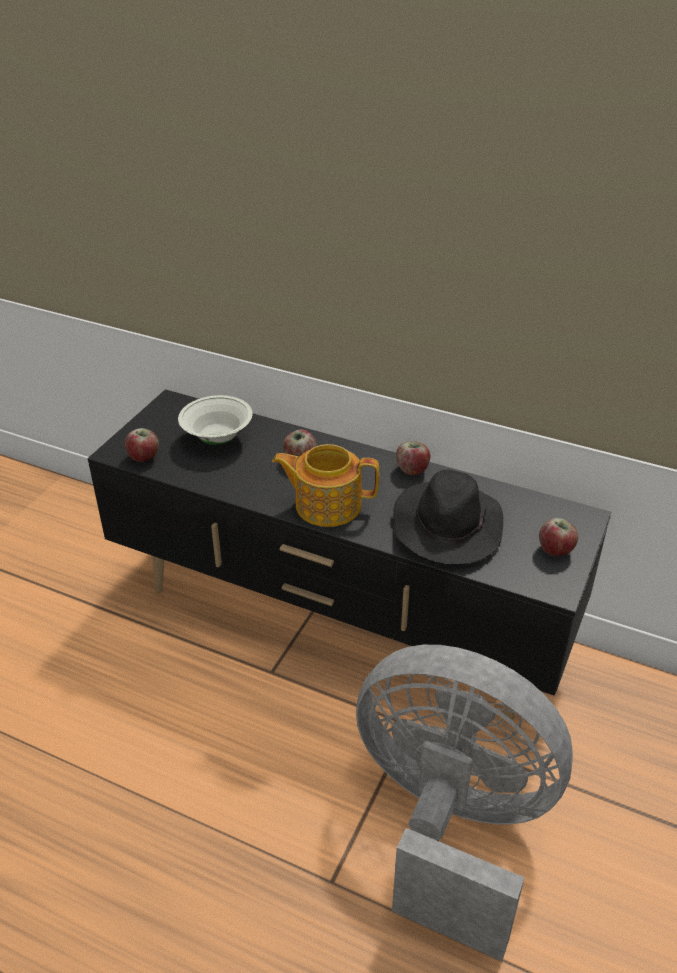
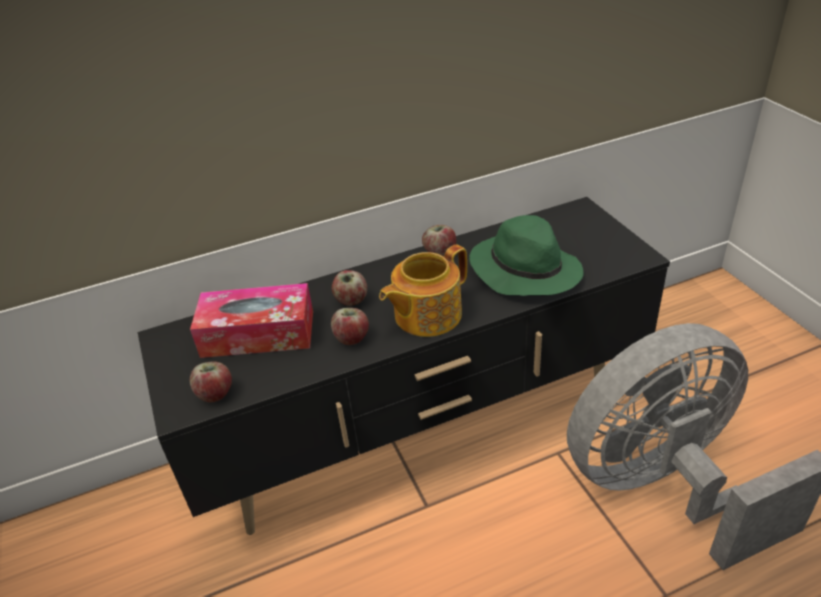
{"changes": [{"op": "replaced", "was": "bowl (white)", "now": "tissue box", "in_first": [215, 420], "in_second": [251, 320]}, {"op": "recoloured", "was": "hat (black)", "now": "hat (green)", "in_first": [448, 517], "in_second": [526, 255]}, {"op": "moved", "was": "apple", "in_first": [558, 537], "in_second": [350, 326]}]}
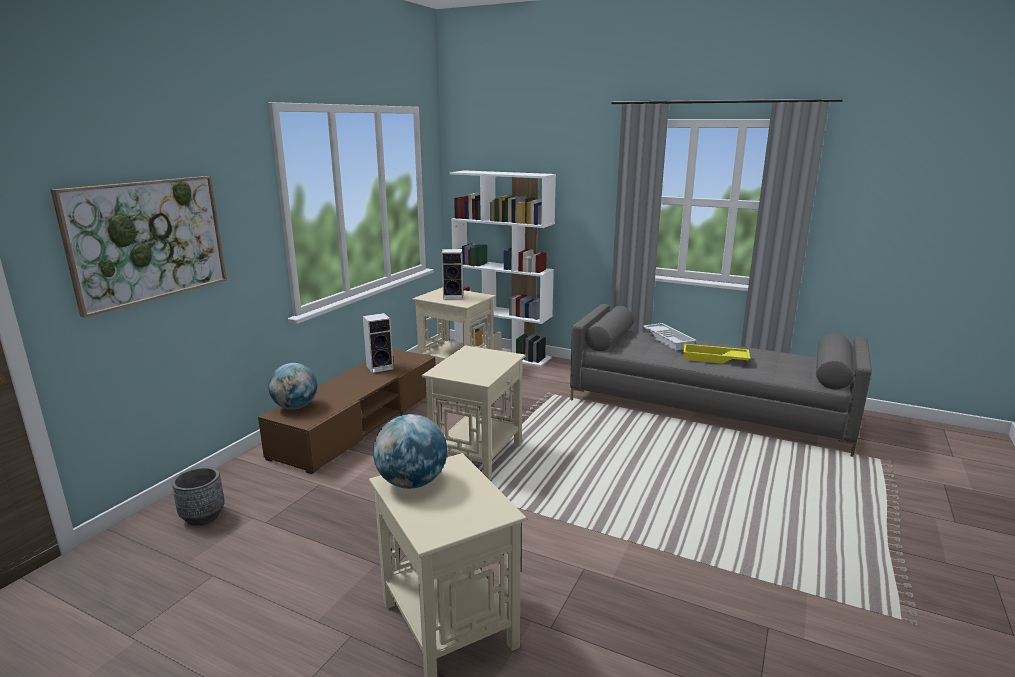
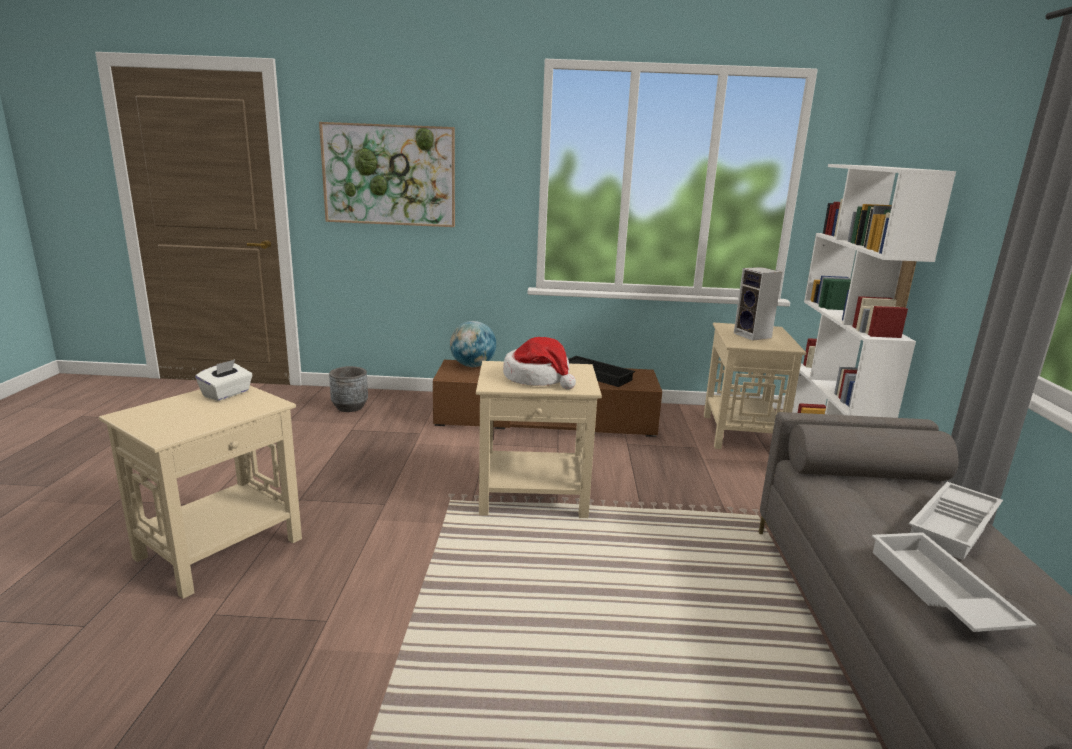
{"changes": [{"op": "replaced", "was": "speaker", "now": "tray (black)", "in_first": [378, 343], "in_second": [601, 371]}, {"op": "recoloured", "was": "tray (yellow)", "now": "tray (white)", "in_first": [716, 354], "in_second": [954, 582]}, {"op": "replaced", "was": "globe", "now": "tissue box (white)", "in_first": [410, 451], "in_second": [224, 380]}, {"op": "added", "now": "hat", "in_second": [539, 363]}]}
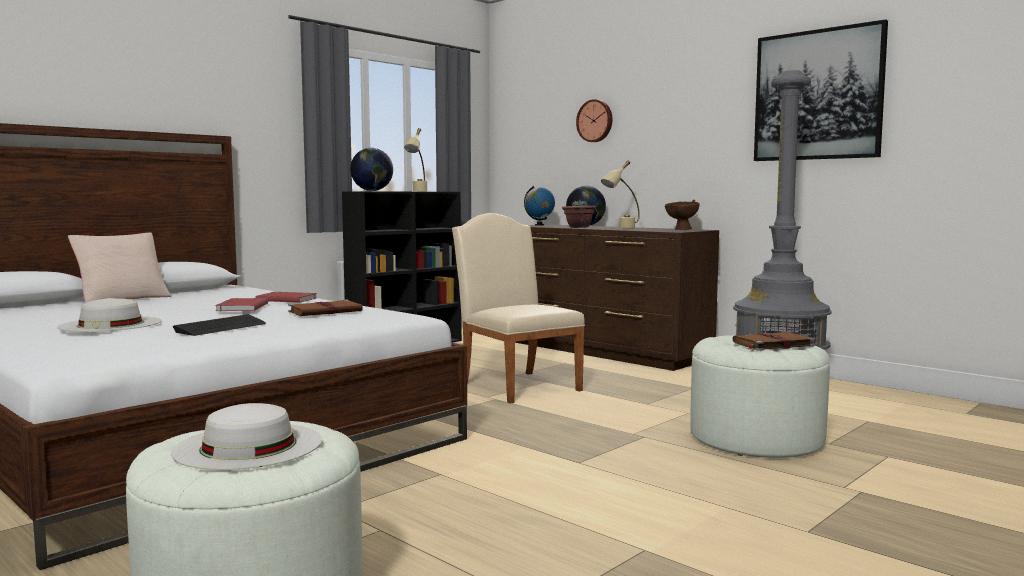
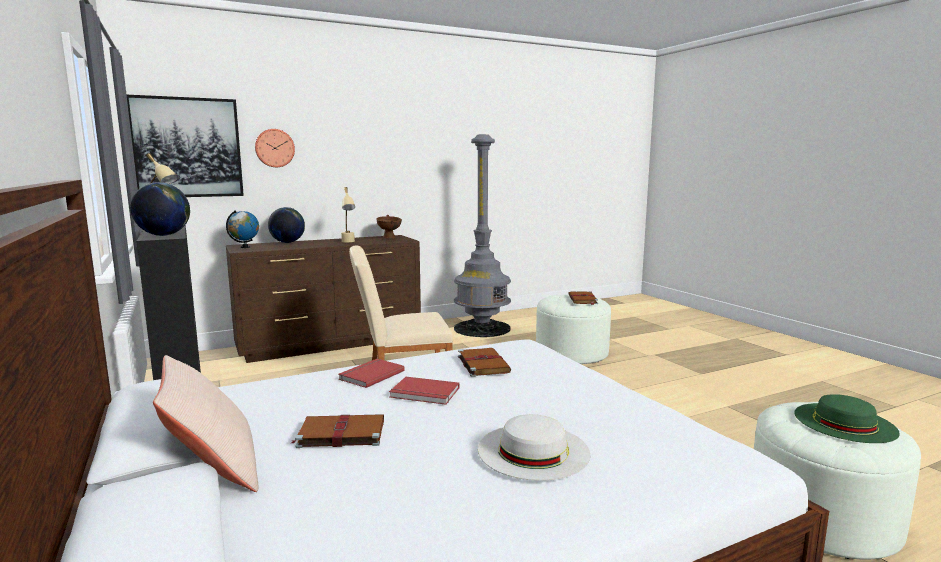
{"changes": [{"op": "moved", "was": "picture", "in_first": [821, 90], "in_second": [185, 146]}, {"op": "removed", "was": "potted plant", "in_first": [579, 214]}, {"op": "removed", "was": "keyboard", "in_first": [219, 325]}, {"op": "recoloured", "was": "hat (white)", "now": "hat (green)", "in_first": [246, 436], "in_second": [847, 418]}, {"op": "added", "now": "book (brown)", "in_second": [337, 431]}]}
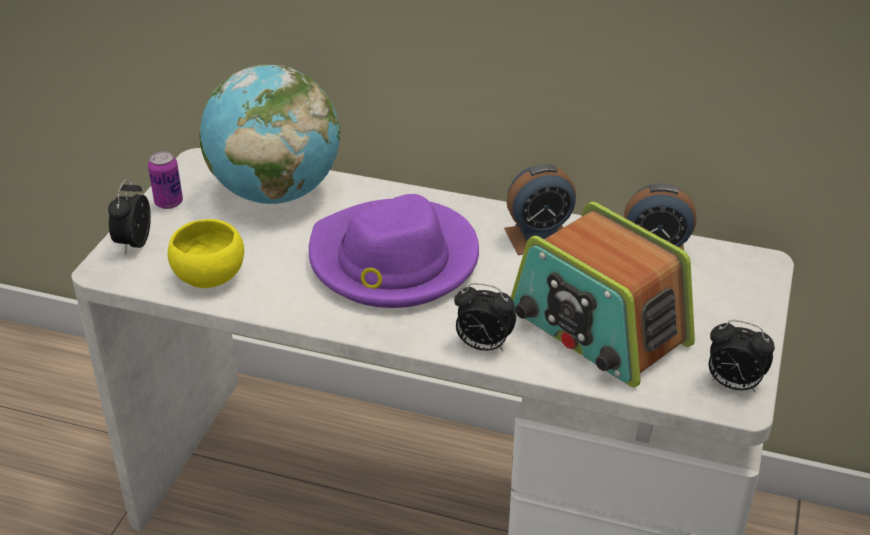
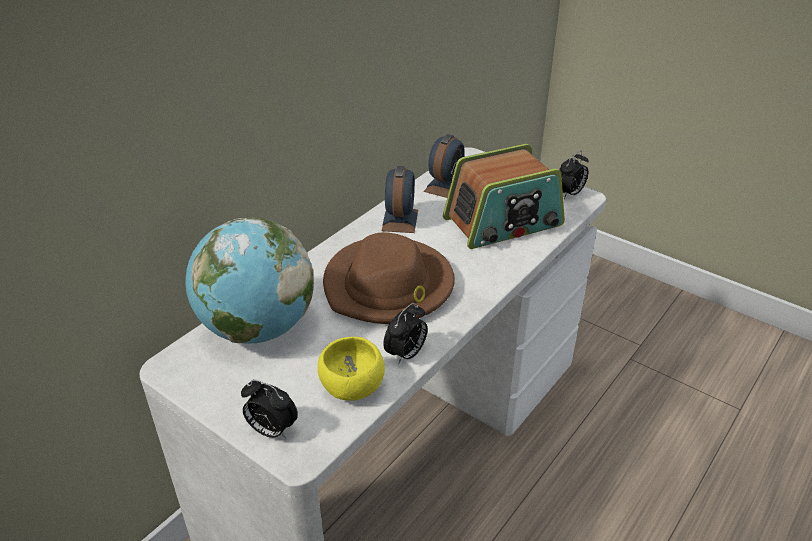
{"changes": [{"op": "removed", "was": "can", "in_first": [165, 180]}, {"op": "recoloured", "was": "hat (purple)", "now": "hat (brown)", "in_first": [394, 251], "in_second": [389, 278]}, {"op": "moved", "was": "alarm clock", "in_first": [485, 317], "in_second": [405, 333]}]}
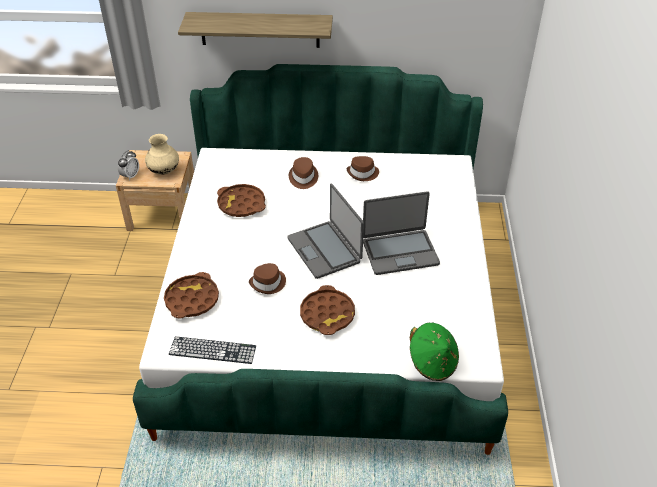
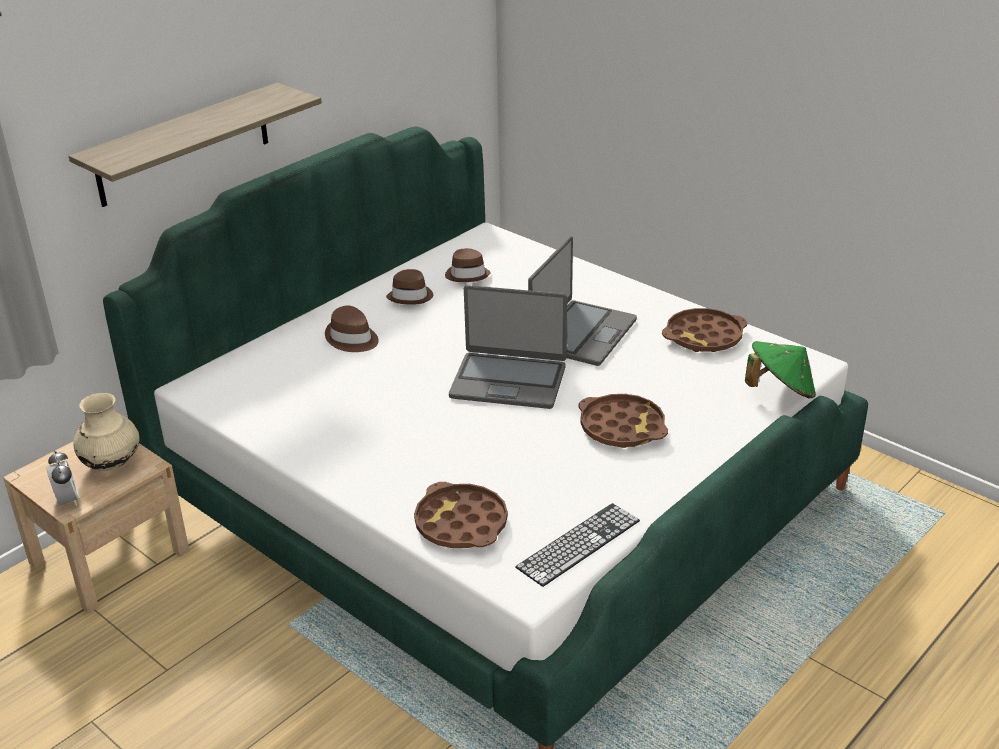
{"changes": [{"op": "moved", "was": "tray (brown)", "in_first": [241, 200], "in_second": [704, 330]}, {"op": "moved", "was": "hat (brown)", "in_first": [267, 278], "in_second": [468, 265]}]}
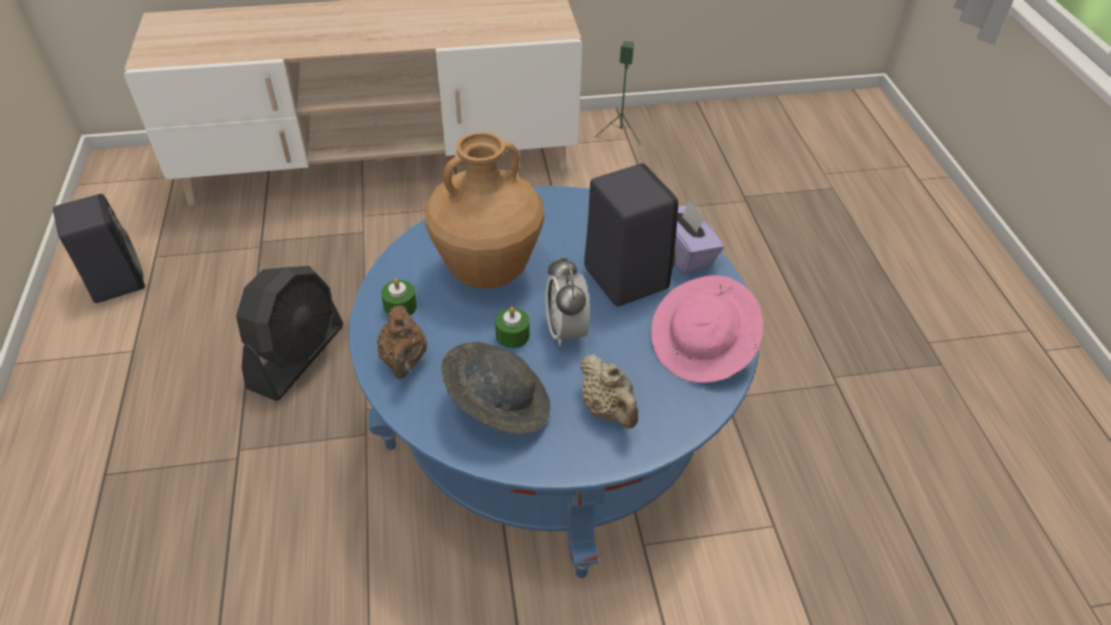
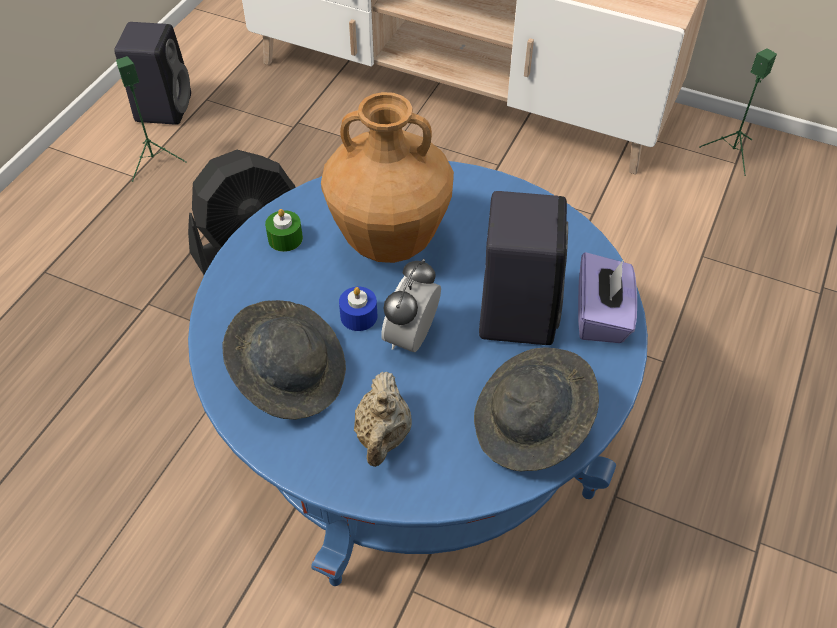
{"changes": [{"op": "recoloured", "was": "hat (pink)", "now": "hat (grey)", "in_first": [707, 329], "in_second": [536, 409]}, {"op": "removed", "was": "teapot (brown)", "in_first": [402, 342]}, {"op": "recoloured", "was": "candle (green)", "now": "candle (blue)", "in_first": [512, 327], "in_second": [358, 309]}, {"op": "added", "now": "speaker (green)", "in_second": [151, 119]}]}
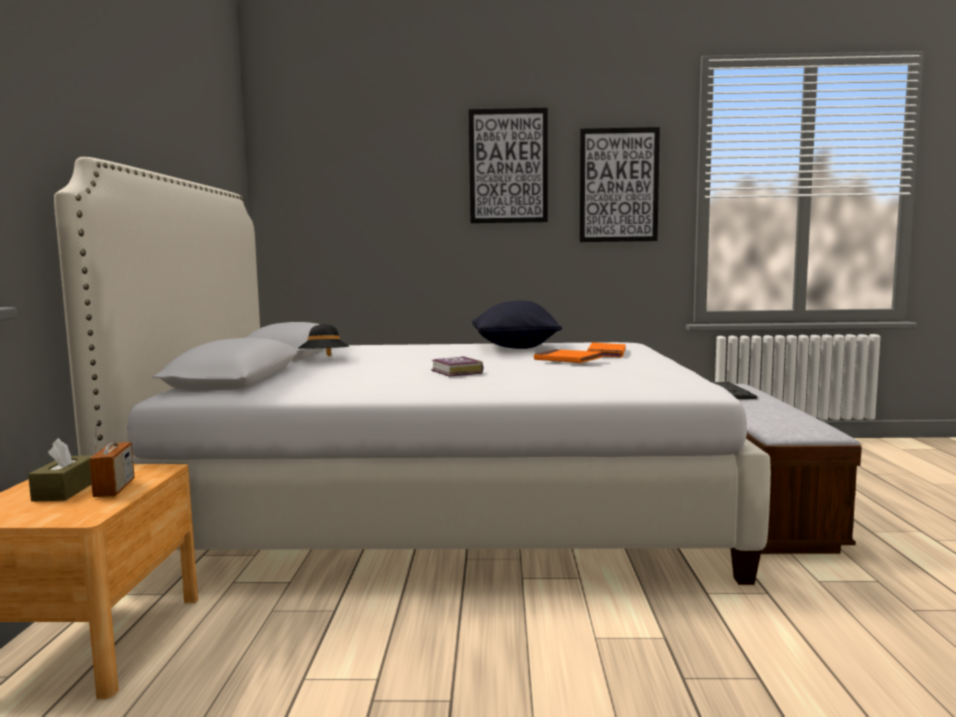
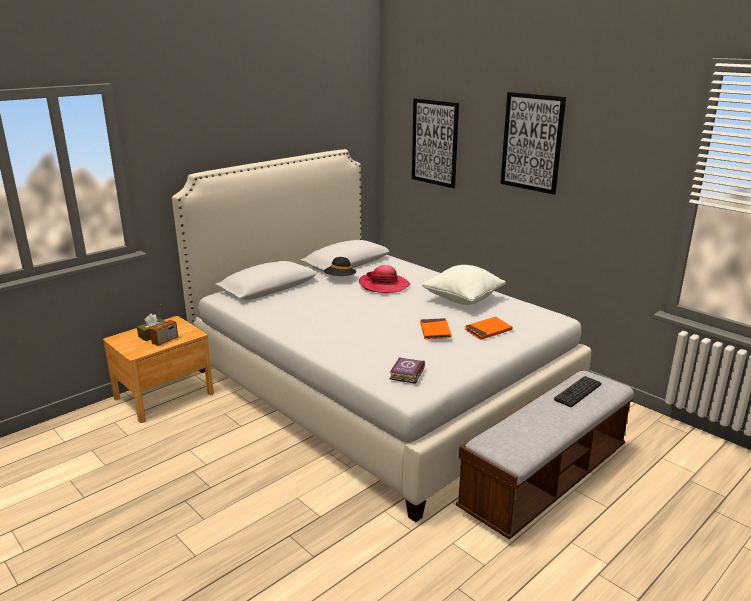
{"changes": [{"op": "moved", "was": "picture", "in_first": [619, 184], "in_second": [435, 143]}, {"op": "recoloured", "was": "pillow (black)", "now": "pillow (white)", "in_first": [517, 324], "in_second": [464, 285]}, {"op": "moved", "was": "book", "in_first": [457, 366], "in_second": [407, 370]}, {"op": "added", "now": "hat", "in_second": [384, 279]}]}
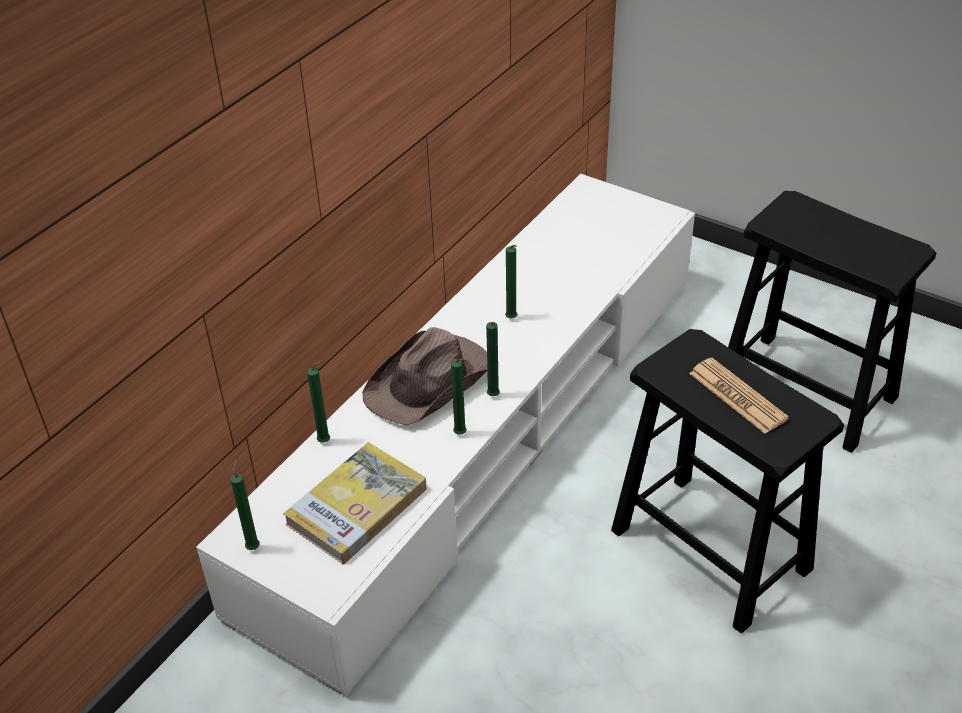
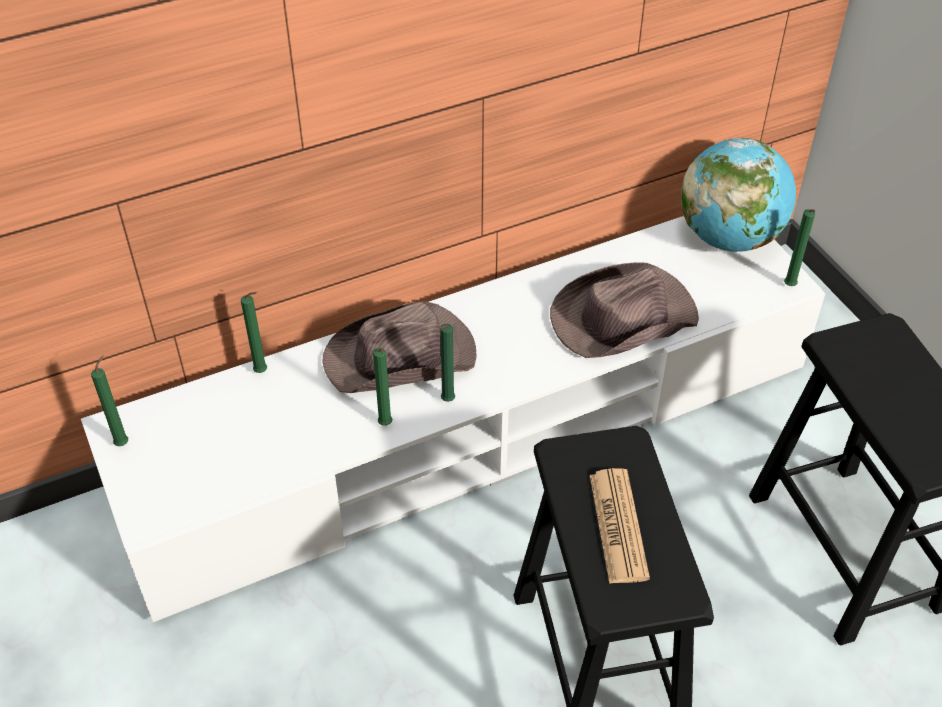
{"changes": [{"op": "moved", "was": "candle (green)", "in_first": [511, 282], "in_second": [799, 247]}, {"op": "removed", "was": "book", "in_first": [355, 503]}, {"op": "added", "now": "globe", "in_second": [738, 195]}, {"op": "added", "now": "hat (brown)", "in_second": [624, 310]}]}
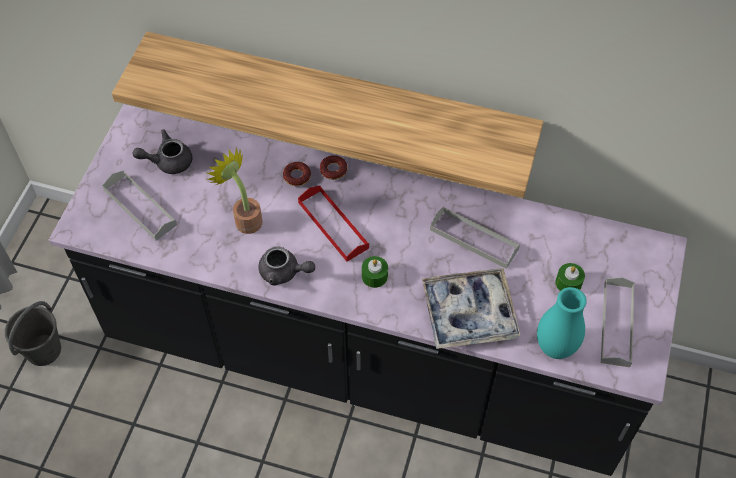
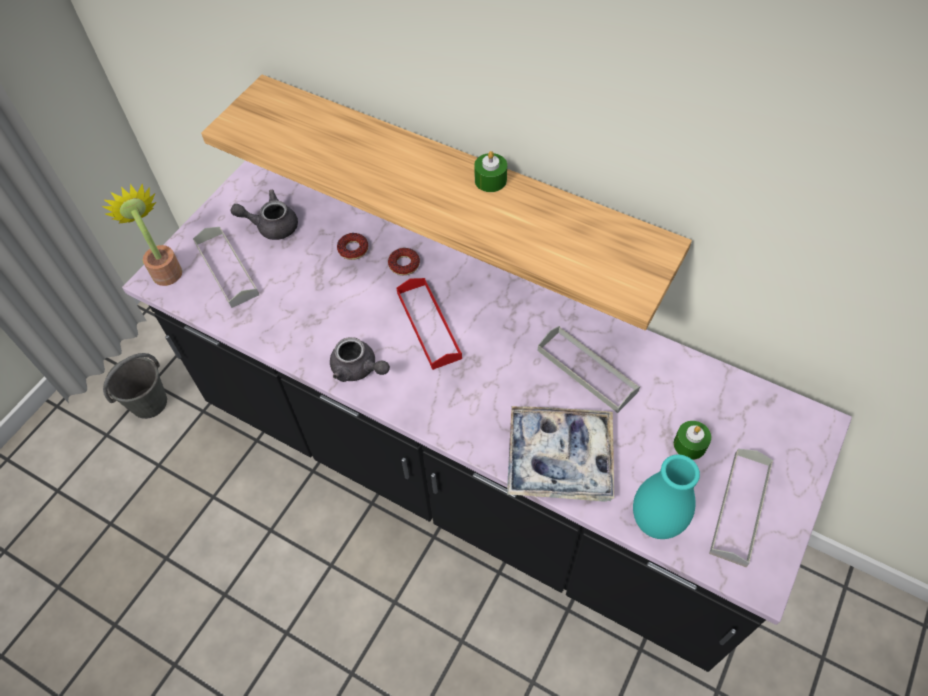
{"changes": [{"op": "moved", "was": "potted plant", "in_first": [234, 191], "in_second": [142, 235]}, {"op": "moved", "was": "donut", "in_first": [333, 167], "in_second": [352, 246]}, {"op": "moved", "was": "candle (green)", "in_first": [375, 272], "in_second": [490, 171]}]}
